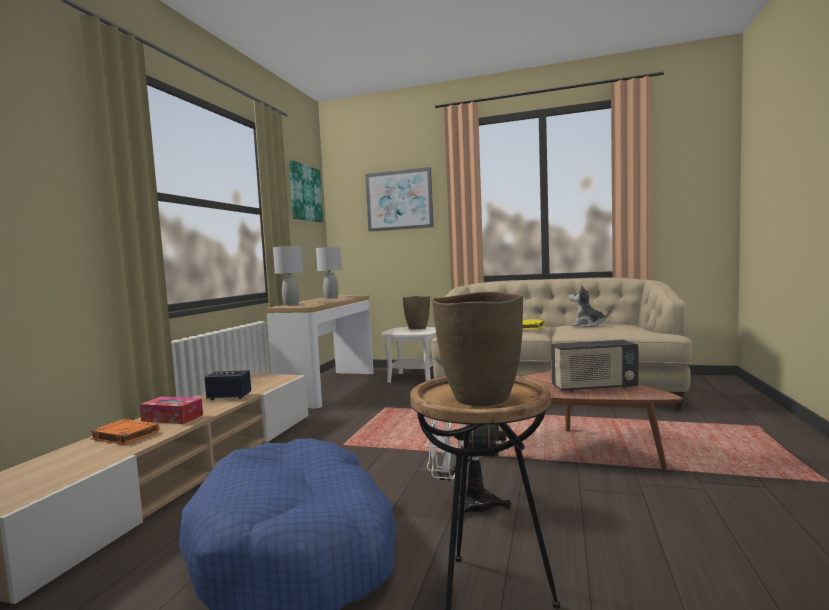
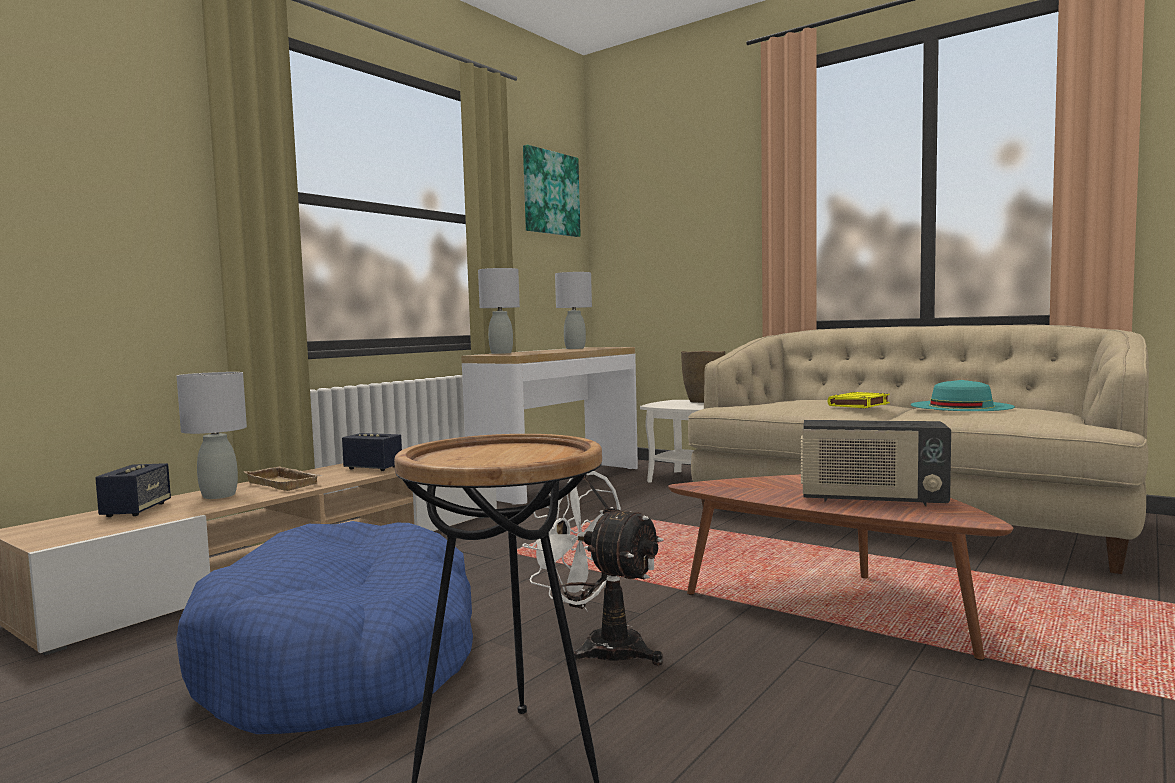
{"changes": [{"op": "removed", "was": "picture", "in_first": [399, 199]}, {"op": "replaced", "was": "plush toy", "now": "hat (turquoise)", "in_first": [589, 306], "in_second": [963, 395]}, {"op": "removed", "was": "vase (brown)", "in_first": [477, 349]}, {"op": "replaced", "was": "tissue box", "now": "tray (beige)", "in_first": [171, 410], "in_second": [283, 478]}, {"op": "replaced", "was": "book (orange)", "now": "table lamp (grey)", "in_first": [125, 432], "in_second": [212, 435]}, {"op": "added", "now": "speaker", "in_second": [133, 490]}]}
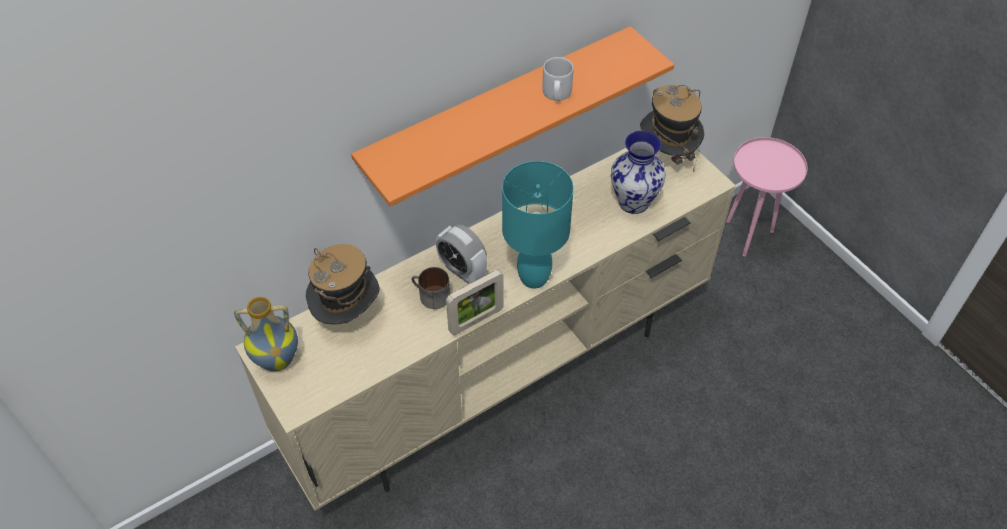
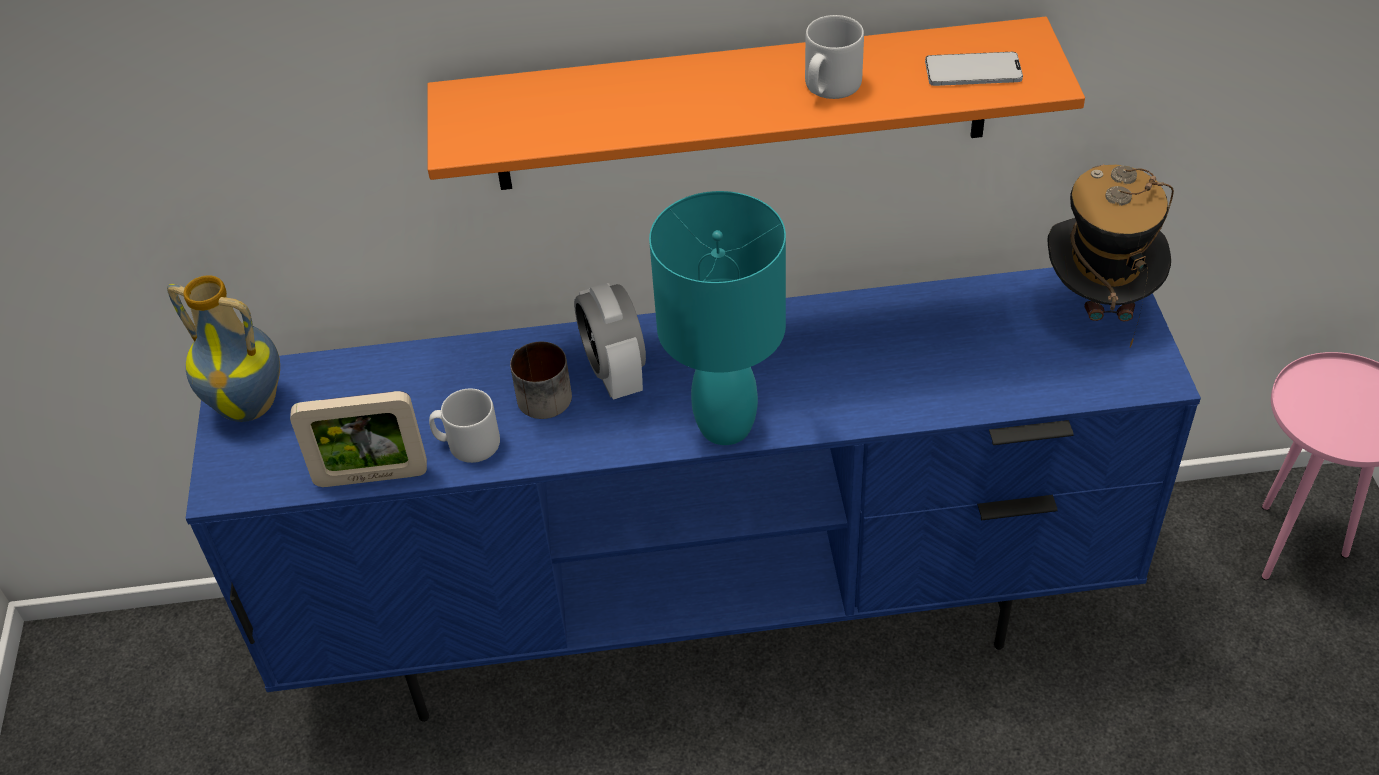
{"changes": [{"op": "removed", "was": "vase", "in_first": [638, 172]}, {"op": "recoloured", "was": "tv stand (beige)", "now": "tv stand (blue)", "in_first": [485, 329], "in_second": [693, 494]}, {"op": "removed", "was": "hat", "in_first": [343, 284]}, {"op": "moved", "was": "picture frame", "in_first": [475, 302], "in_second": [358, 439]}, {"op": "added", "now": "phone", "in_second": [974, 69]}, {"op": "added", "now": "mug (grey)", "in_second": [464, 425]}]}
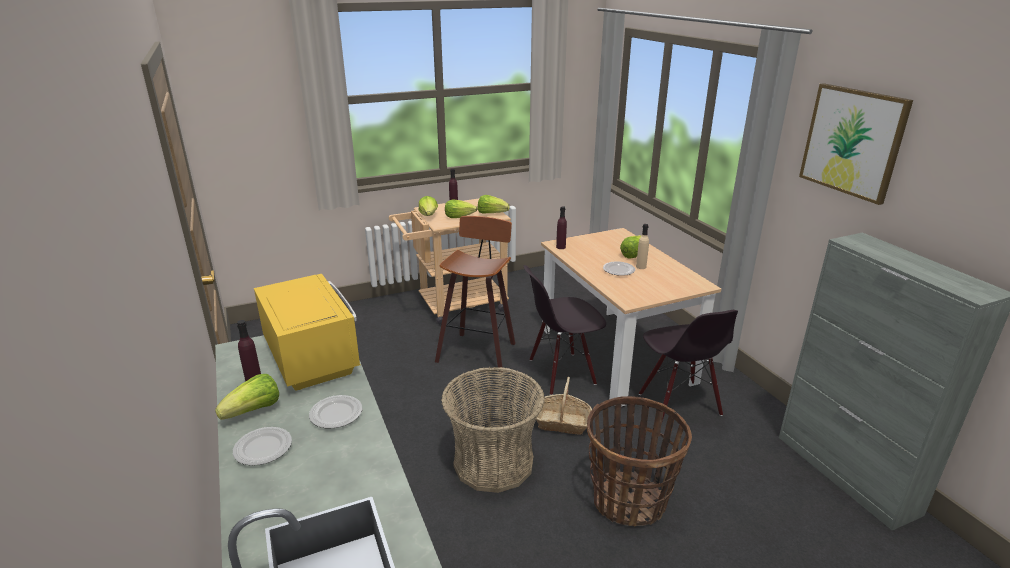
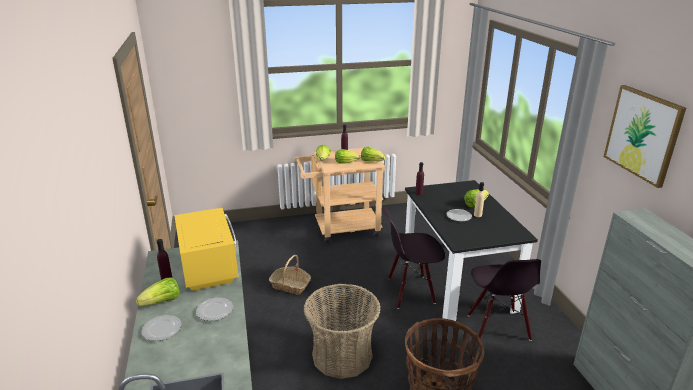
{"changes": [{"op": "removed", "was": "stool", "in_first": [475, 294]}, {"op": "recoloured", "was": "dining table (beige)", "now": "dining table (black)", "in_first": [631, 317], "in_second": [471, 250]}, {"op": "moved", "was": "basket", "in_first": [564, 406], "in_second": [290, 274]}]}
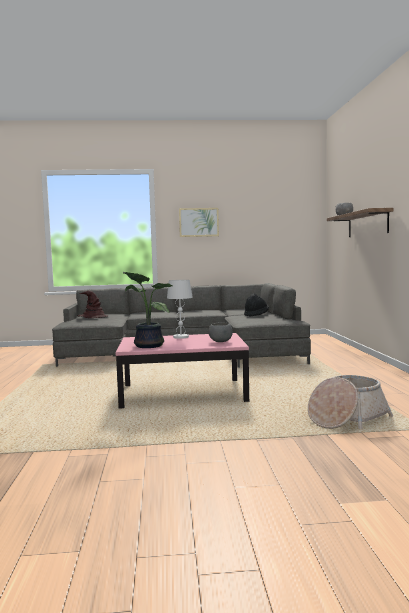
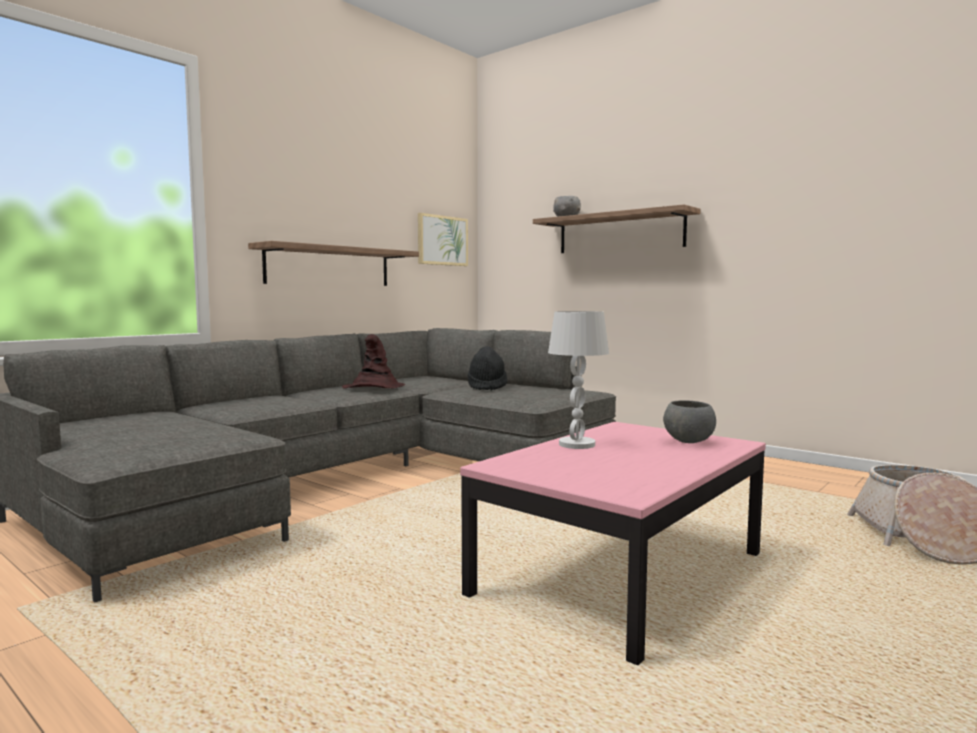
{"changes": [{"op": "moved", "was": "picture", "in_first": [199, 222], "in_second": [443, 239]}, {"op": "removed", "was": "potted plant", "in_first": [147, 310]}, {"op": "moved", "was": "hat (brown)", "in_first": [92, 304], "in_second": [373, 361]}, {"op": "added", "now": "shelf", "in_second": [333, 263]}]}
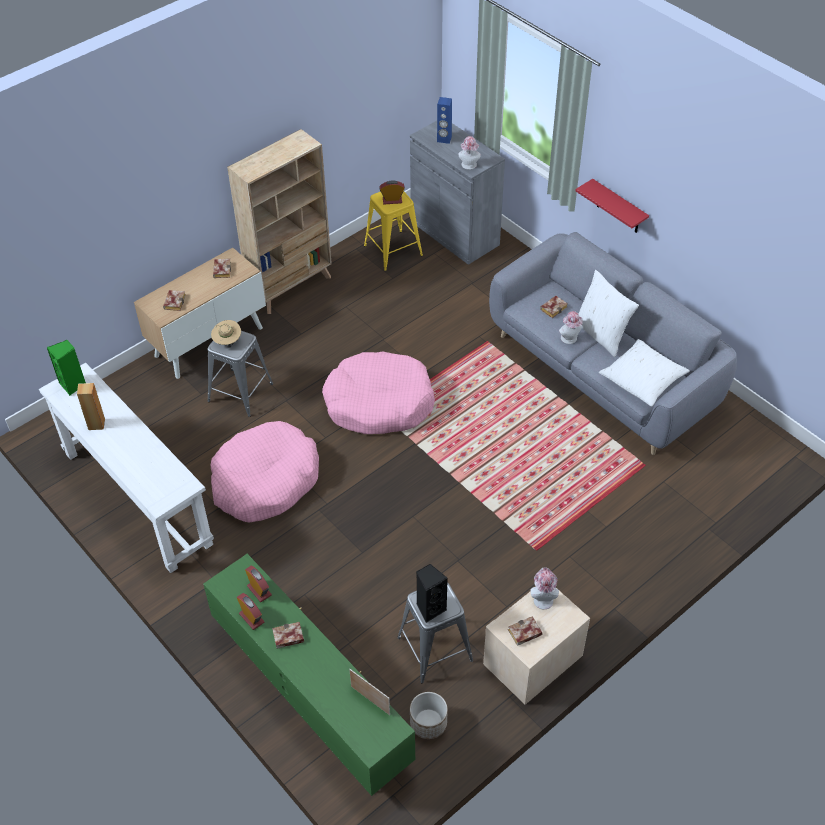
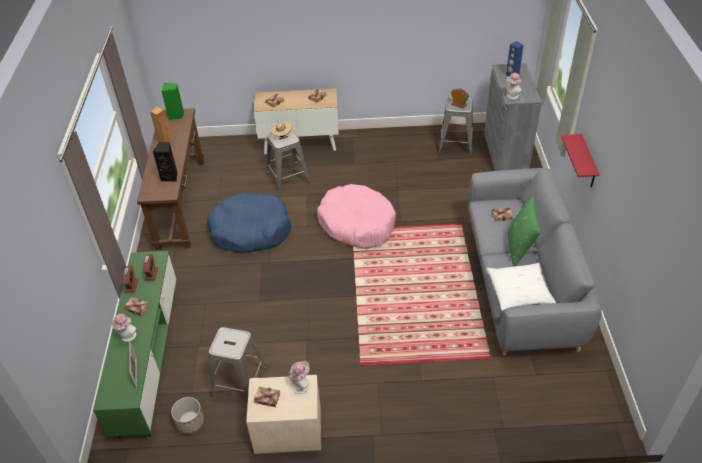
{"changes": [{"op": "removed", "was": "bookcase (beige)", "in_first": [279, 221]}, {"op": "recoloured", "was": "stool (yellow)", "now": "stool (grey)", "in_first": [393, 231], "in_second": [456, 125]}, {"op": "recoloured", "was": "pillow (white)", "now": "pillow (green)", "in_first": [608, 313], "in_second": [524, 231]}, {"op": "moved", "was": "hat", "in_first": [571, 327], "in_second": [124, 328]}, {"op": "recoloured", "was": "console table (white)", "now": "console table (brown)", "in_first": [126, 468], "in_second": [170, 179]}, {"op": "recoloured", "was": "dog bed (pink)", "now": "dog bed (blue)", "in_first": [265, 472], "in_second": [249, 223]}, {"op": "moved", "was": "speaker (black)", "in_first": [432, 593], "in_second": [165, 162]}]}
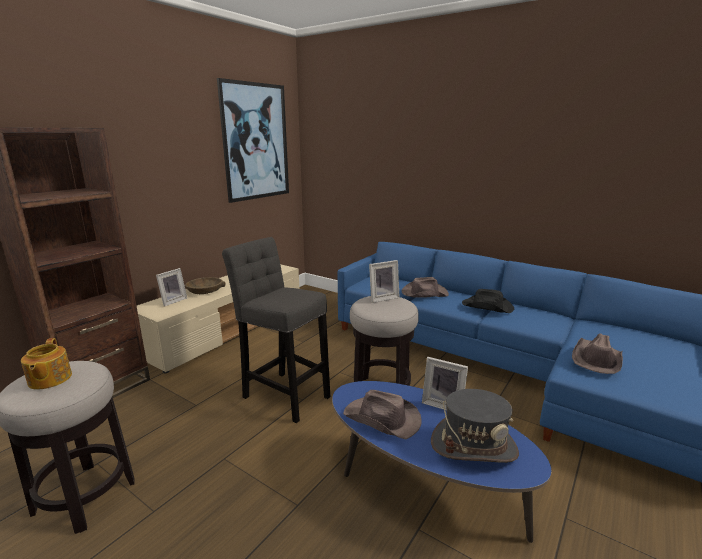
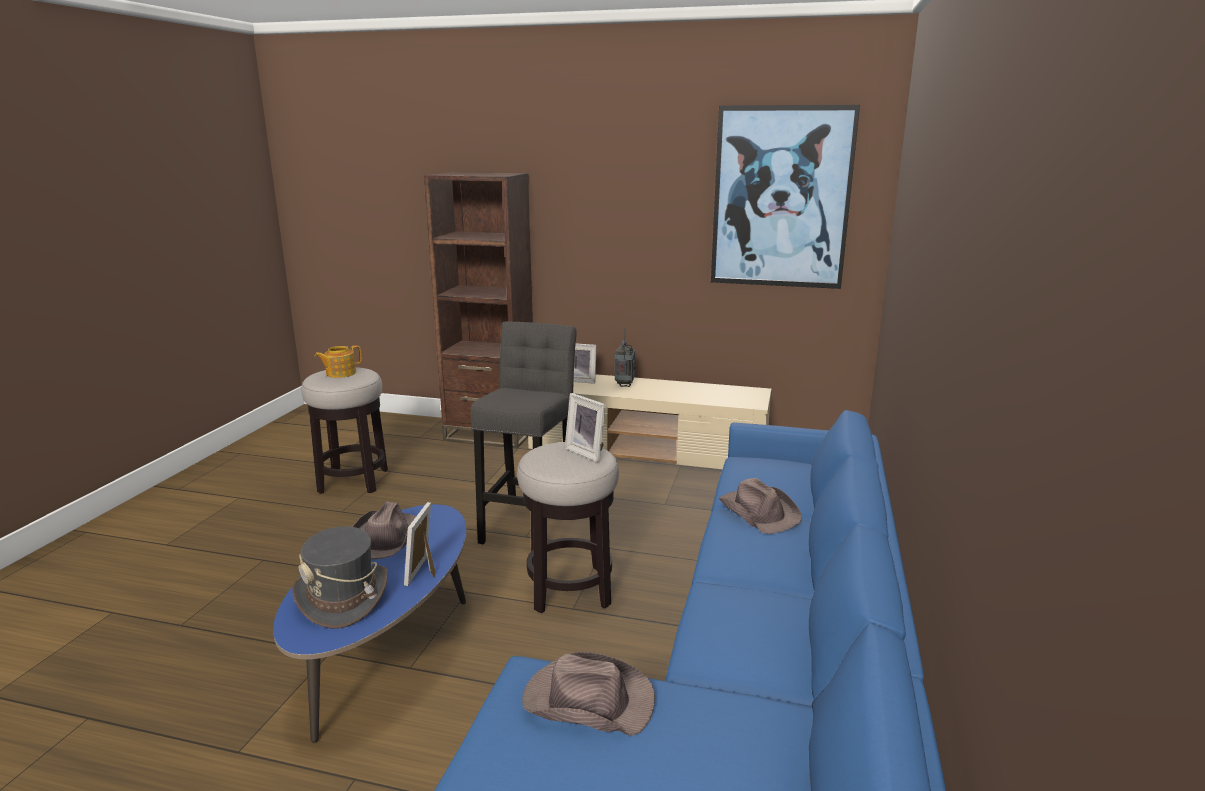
{"changes": [{"op": "replaced", "was": "bowl (brown)", "now": "radio", "in_first": [205, 285], "in_second": [625, 357]}, {"op": "removed", "was": "hat (black)", "in_first": [488, 301]}]}
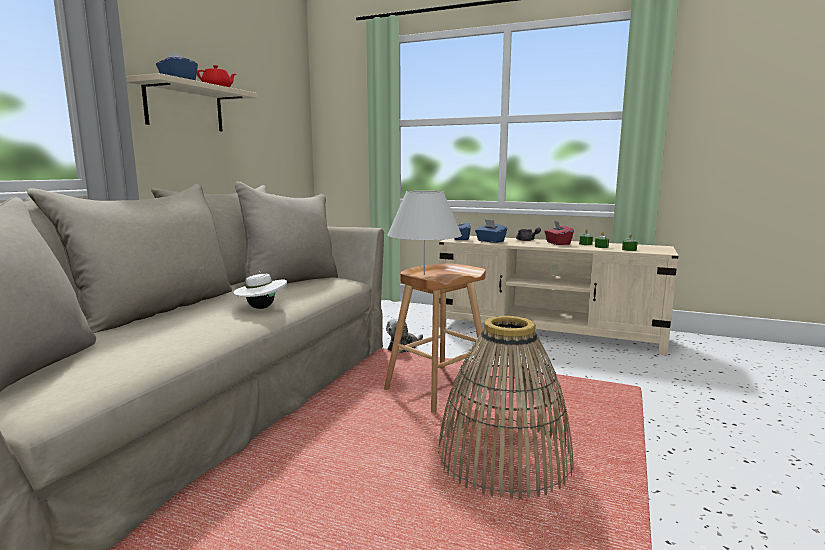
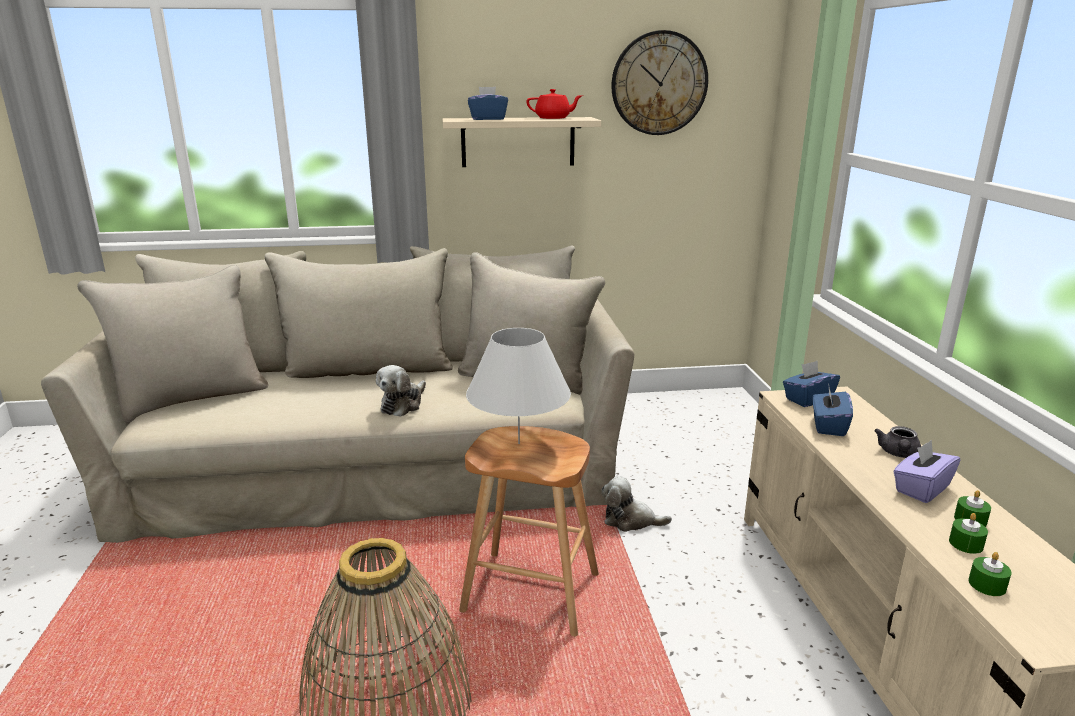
{"changes": [{"op": "recoloured", "was": "tissue box (red)", "now": "tissue box (purple)", "in_first": [559, 233], "in_second": [926, 471]}, {"op": "replaced", "was": "hat (white)", "now": "plush toy", "in_first": [260, 290], "in_second": [401, 391]}, {"op": "added", "now": "wall clock", "in_second": [659, 82]}]}
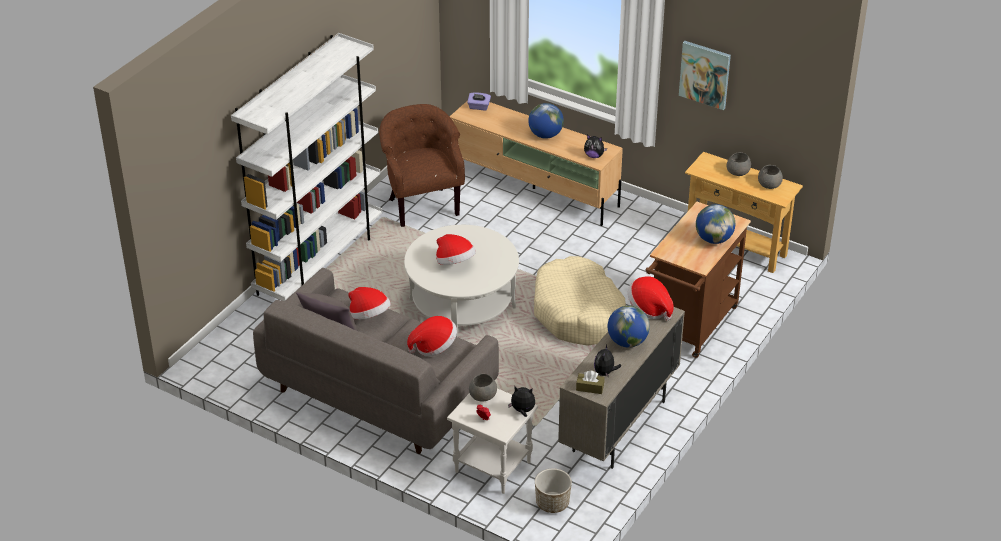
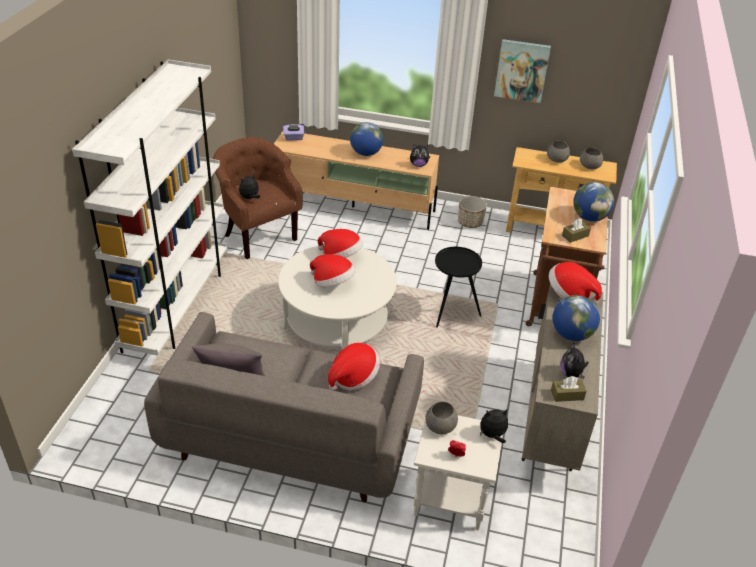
{"changes": [{"op": "replaced", "was": "dog bed (beige)", "now": "side table (black)", "in_first": [580, 301], "in_second": [458, 287]}, {"op": "moved", "was": "hat", "in_first": [369, 303], "in_second": [340, 243]}, {"op": "moved", "was": "planter", "in_first": [553, 491], "in_second": [472, 212]}, {"op": "added", "now": "plush toy", "in_second": [249, 186]}, {"op": "added", "now": "tissue box (brown)", "in_second": [576, 231]}]}
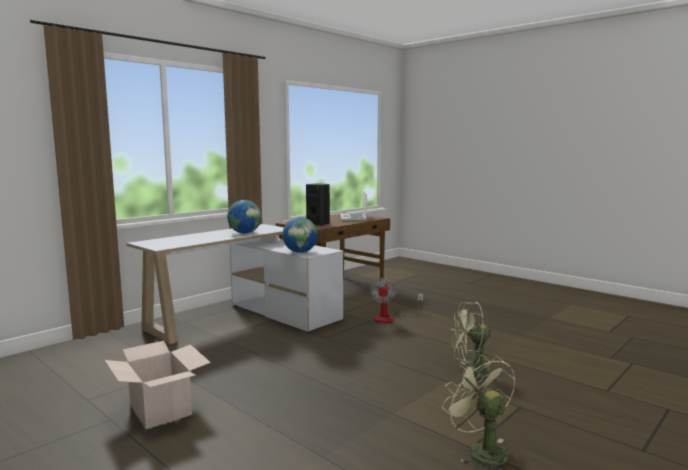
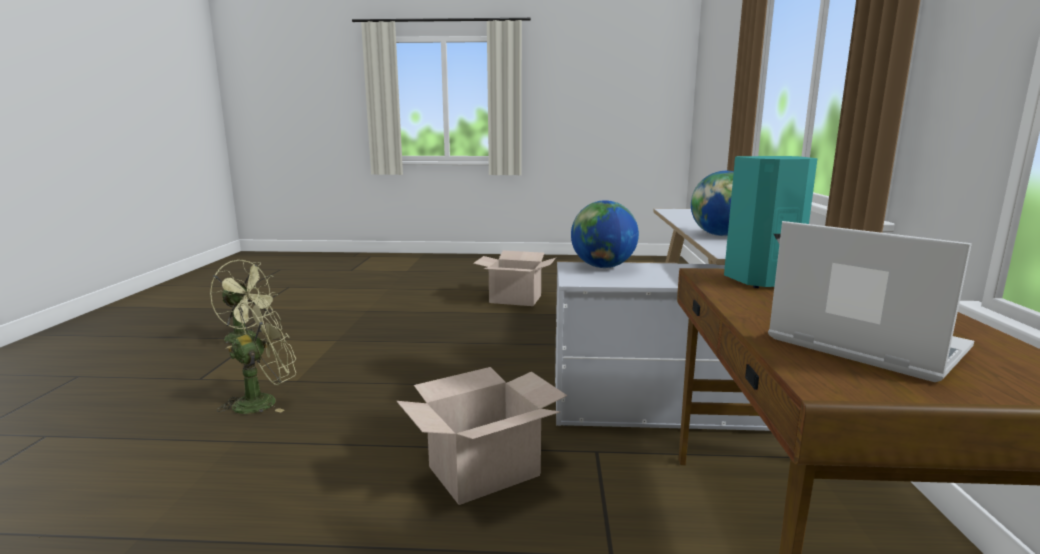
{"changes": [{"op": "recoloured", "was": "speaker (black)", "now": "speaker (turquoise)", "in_first": [318, 205], "in_second": [771, 222]}, {"op": "replaced", "was": "fan", "now": "cardboard box", "in_first": [397, 300], "in_second": [481, 436]}]}
